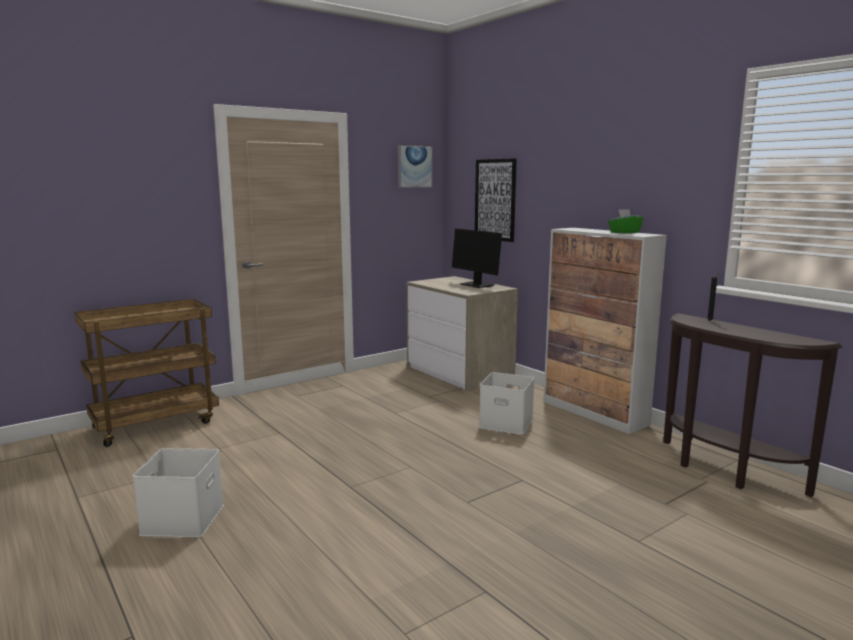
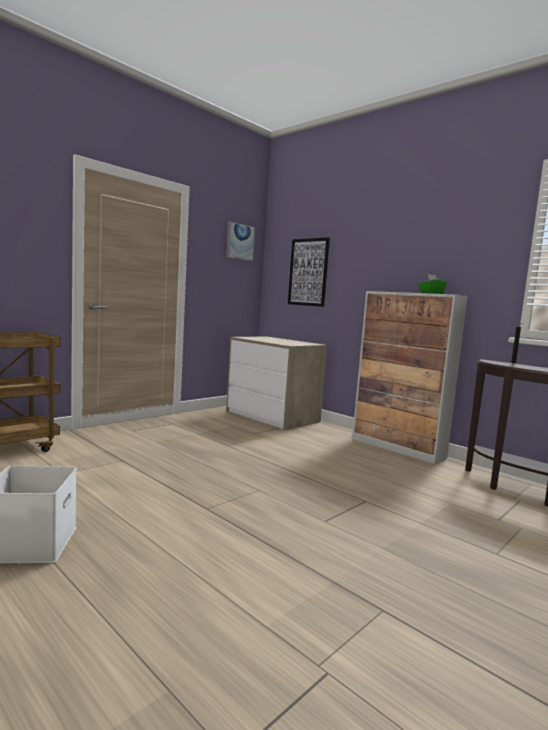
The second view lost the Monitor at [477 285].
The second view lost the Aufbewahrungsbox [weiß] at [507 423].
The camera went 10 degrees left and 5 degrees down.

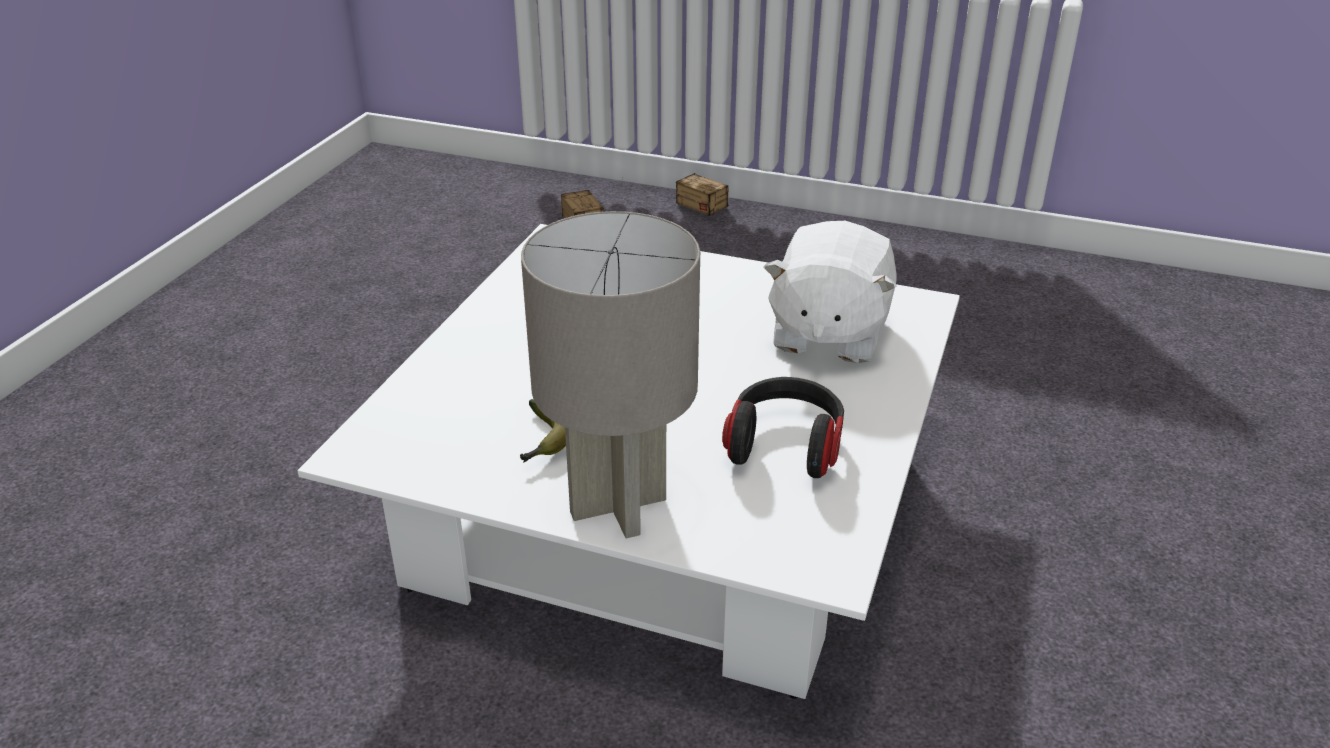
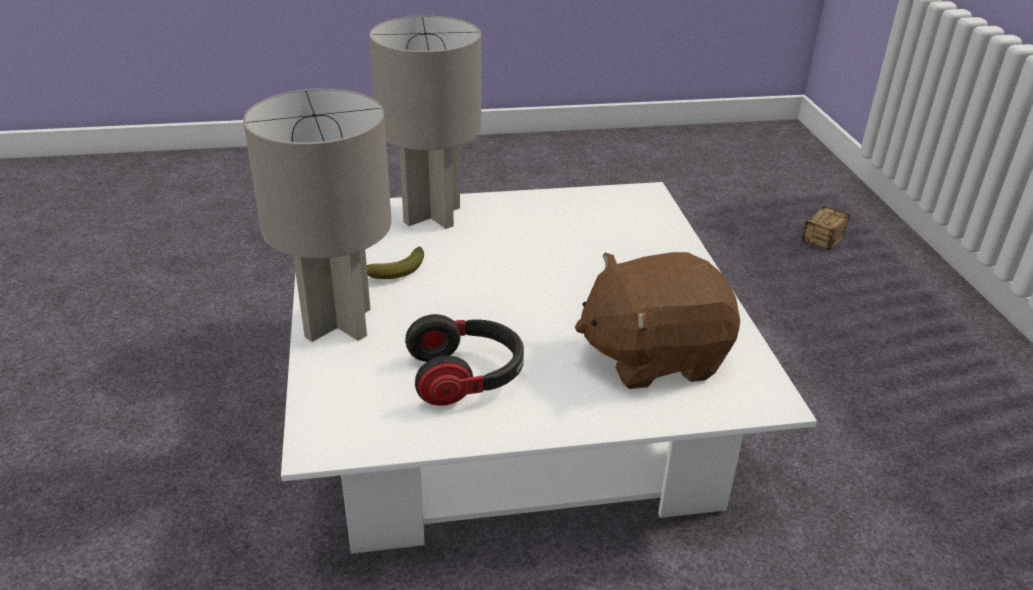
The second view lost the Aufbewahrungsbox at [724 215].
The second view gained the Tischlampe [grau] at [431 215].
What was the Plüschtier [weiß] at [827 333] turned into the Plüschtier [braun] at [653 356].
The camera went 60 degrees right and 0 degrees up.

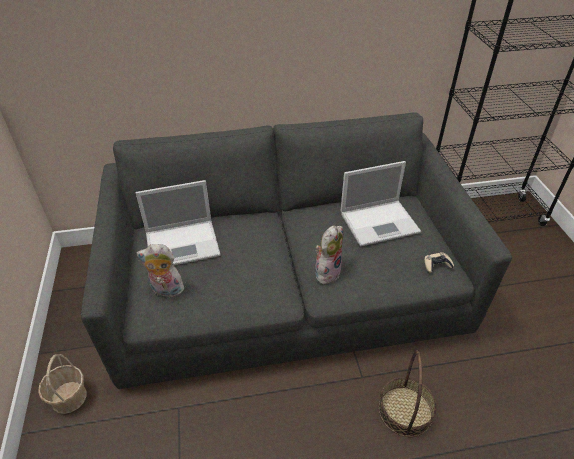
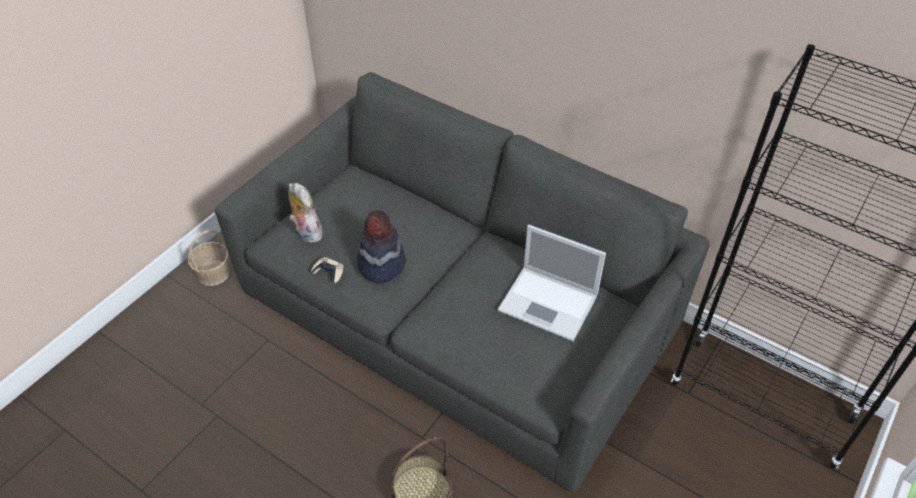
The second view lost the Laptop at [184 243].
The second view lost the Plüschtier at [327 272].
The second view gained the Hut at [381 264].
The Gamepad [beige] ended up elsewhere, having gone from [437 265] to [329 272].
The camera went 45 degrees right and 5 degrees up.

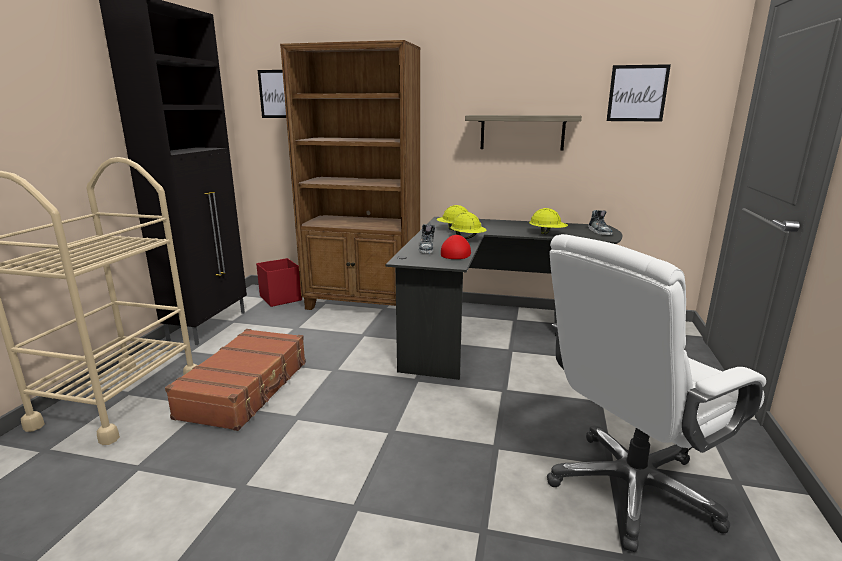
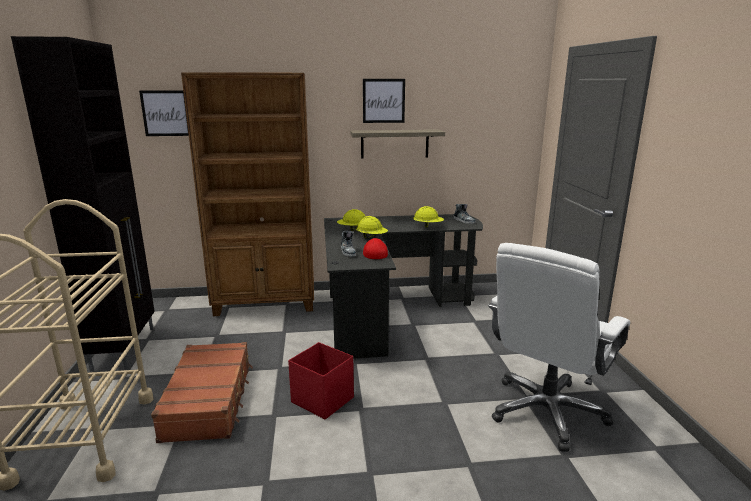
The Aufbewahrungsbox [rot] ended up elsewhere, having gone from [281 298] to [322 399].
The Bild ended up elsewhere, having gone from [637 93] to [383 101].
The camera went 20 degrees left and 0 degrees up.

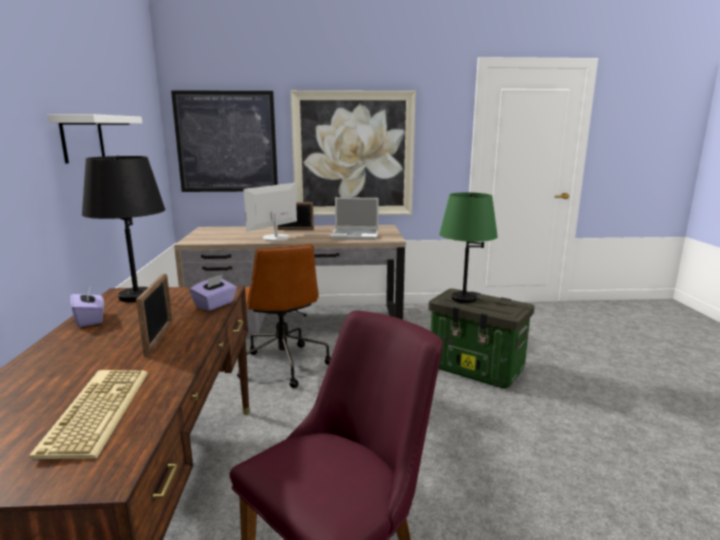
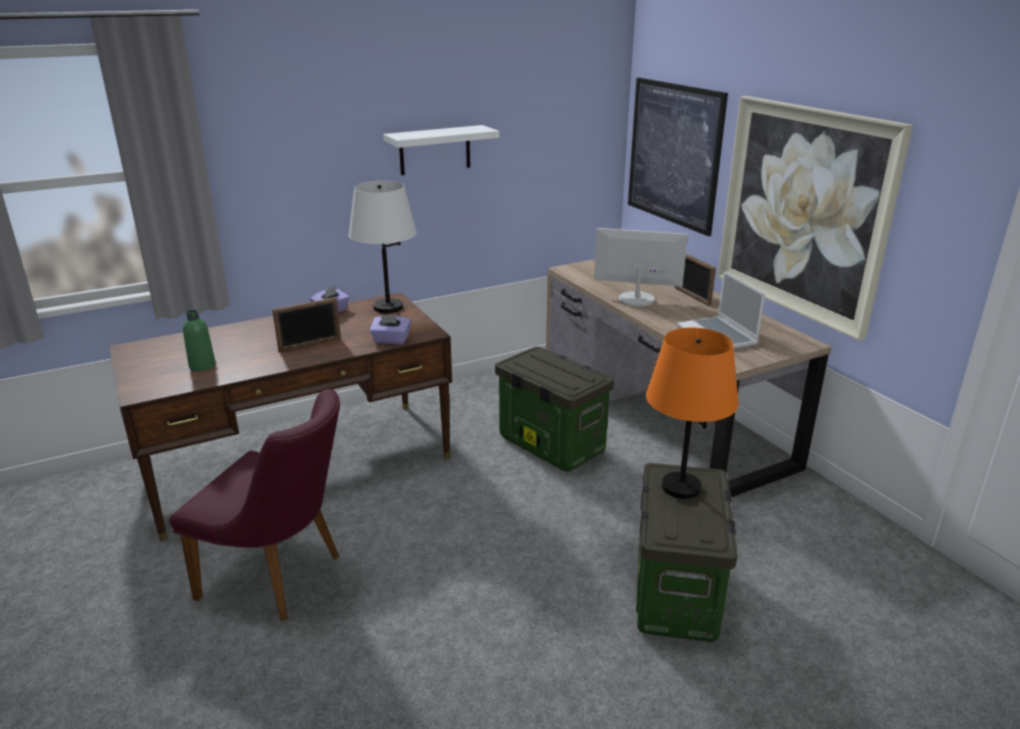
Where the Tastatur stood at [95 411], the Flasche [grün] came to stand at [202 366].
Where the Bürostuhl [braun] stood at [283 364], the Aufbewahrungsbox came to stand at [549 444].
What was the Tischlampe [schwarz] at [137 296] turned into the Tischlampe [weiß] at [388 308].
What was the Tischlampe [grün] at [463 299] turned into the Tischlampe [orange] at [680 487].
The camera went 65 degrees right and 10 degrees up.

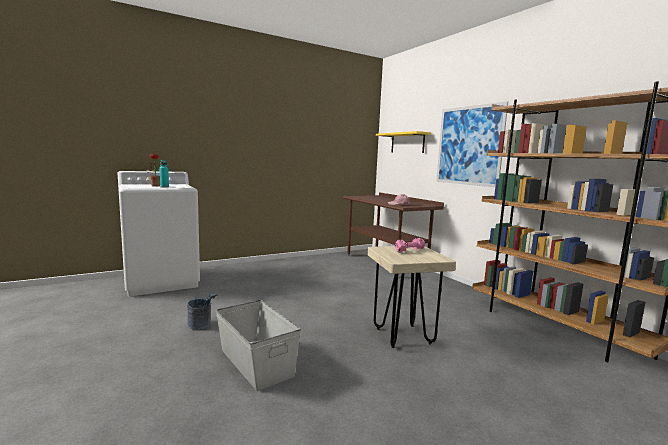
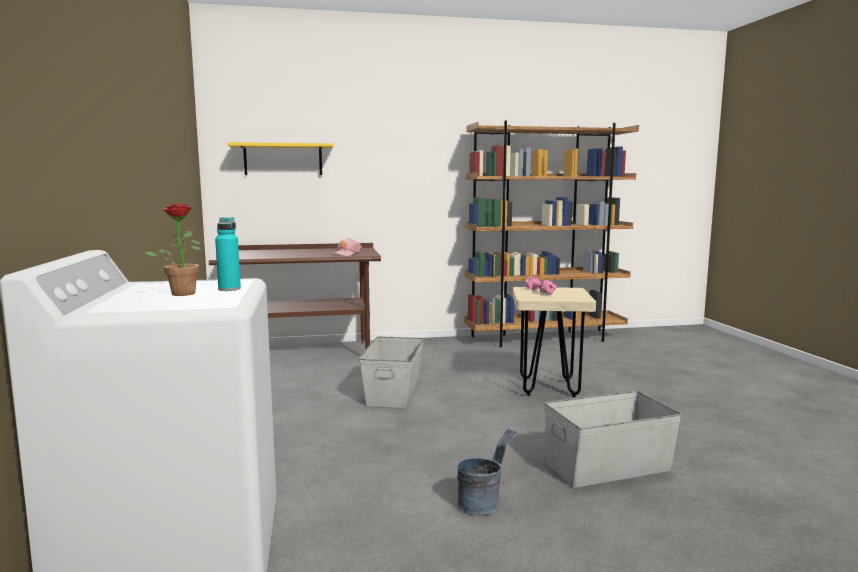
The second view lost the Bild at [469 145].
The second view gained the Aufbewahrungsbox [grau] at [394 391].
The camera went 70 degrees left and 0 degrees up.

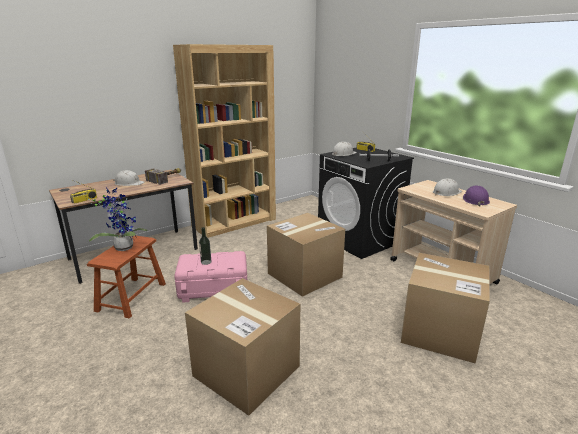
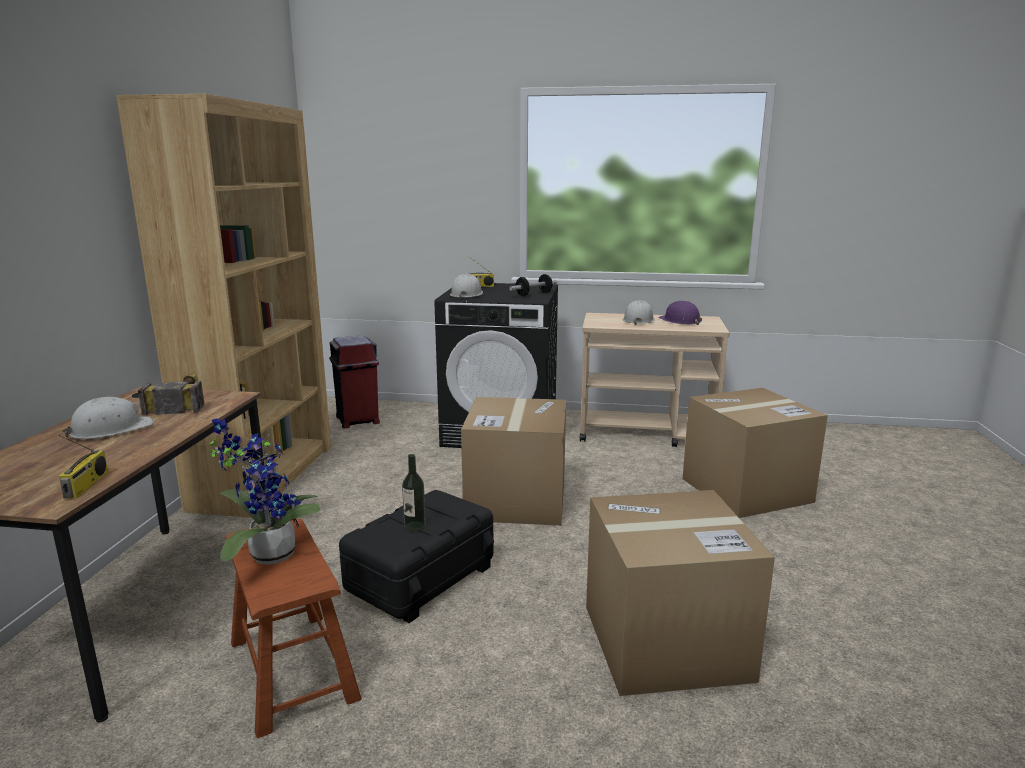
The second view gained the Mülleimer [rot] at [357 420].
What was the Aufbewahrungsbox [rosa] at [214 288] turned into the Aufbewahrungsbox [schwarz] at [420 577].
The camera went 45 degrees left and 5 degrees down.

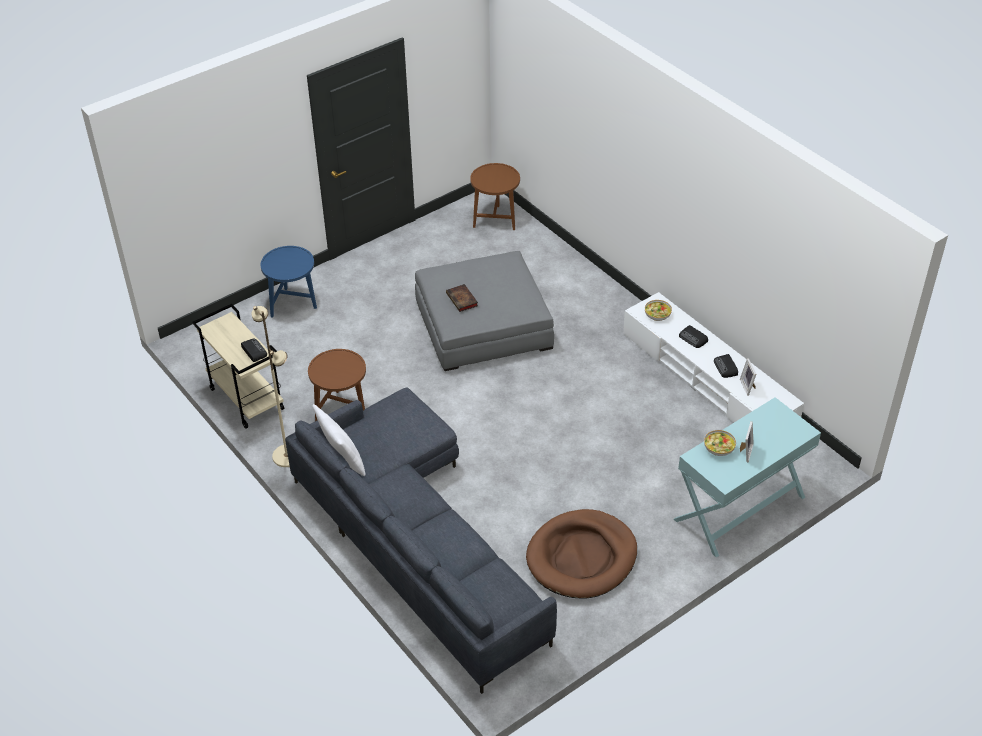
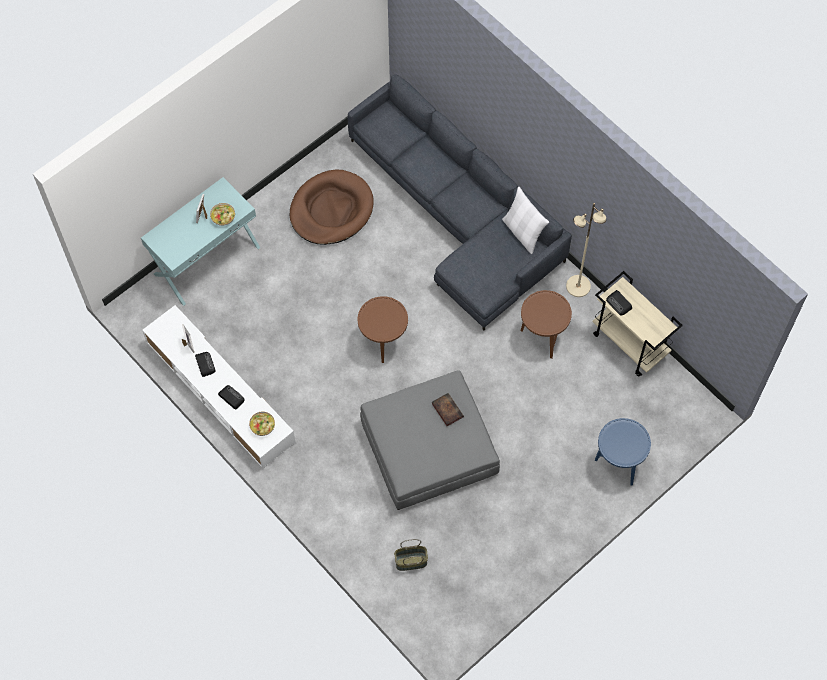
The second view gained the Korb at [411 562].
The Beistelltisch [braun] ended up elsewhere, having gone from [495 219] to [383 342].
The camera went 175 degrees right and 20 degrees up.

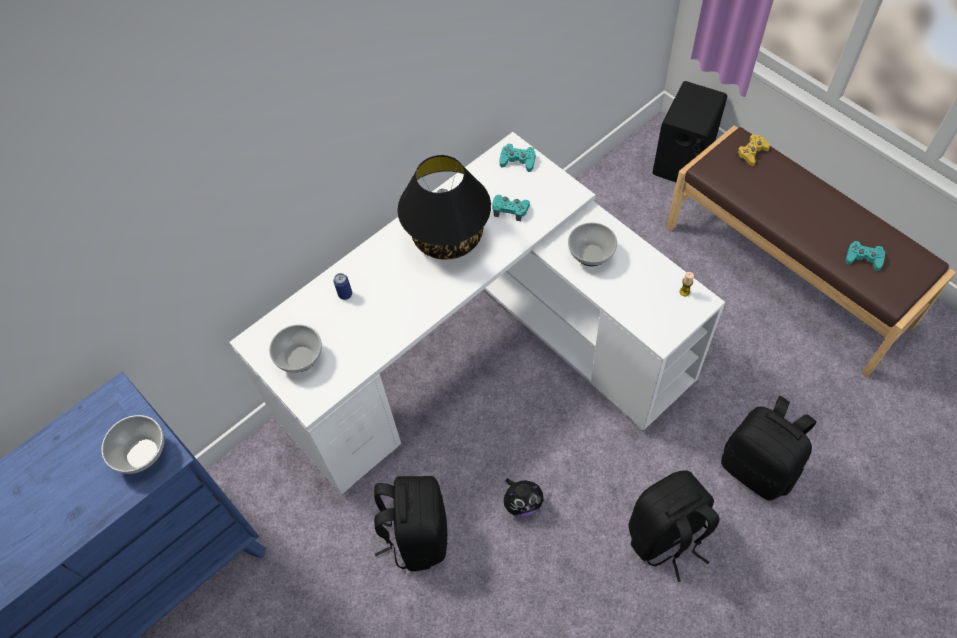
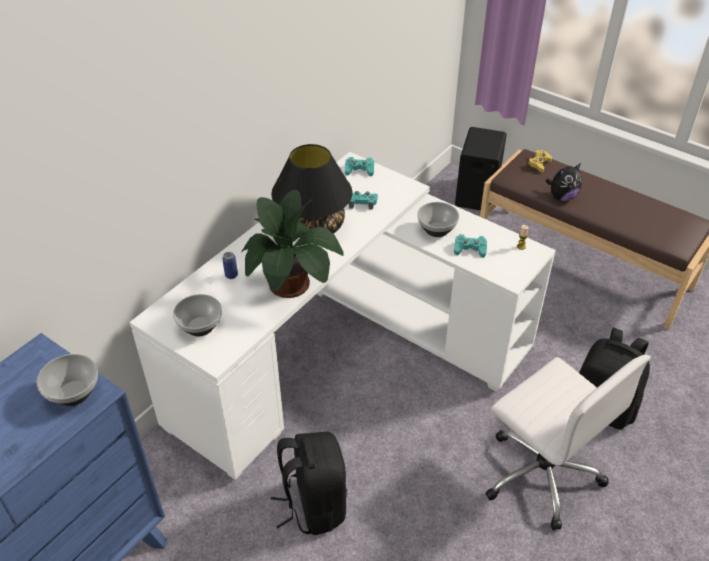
The second view gained the Topfpflanze at [291 285].
The Plüschtier ended up elsewhere, having gone from [522 503] to [561 197].
The Gamepad [türkis] ended up elsewhere, having gone from [863 258] to [470 249].
Where the Rucksack [schwarz] stood at [666 536], the Bürostuhl [weiß] came to stand at [541 472].
The camera went 15 degrees left and 15 degrees down.

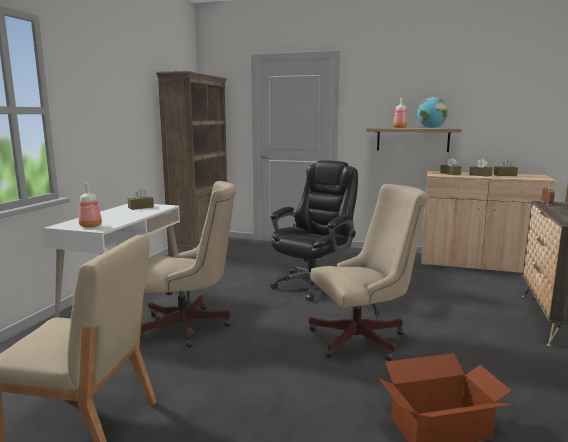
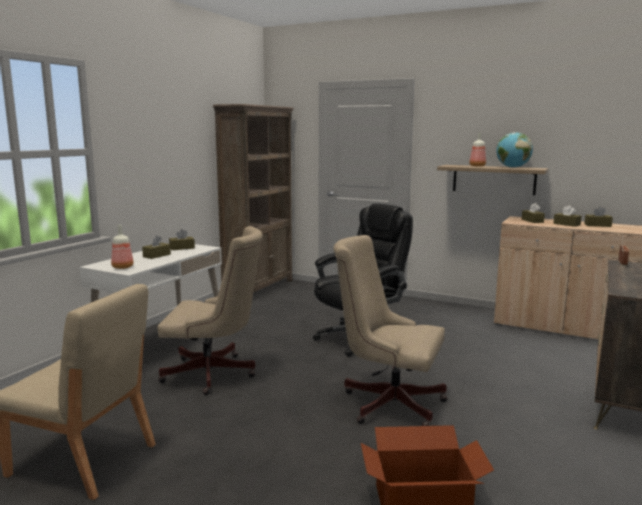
The second view gained the Taschentuchbox [braun] at [157 255].
The Bürostuhl [beige] at [364 339] ended up facing another way, 150 degrees counterclockwise from before.
The camera went 10 degrees right and 0 degrees up.

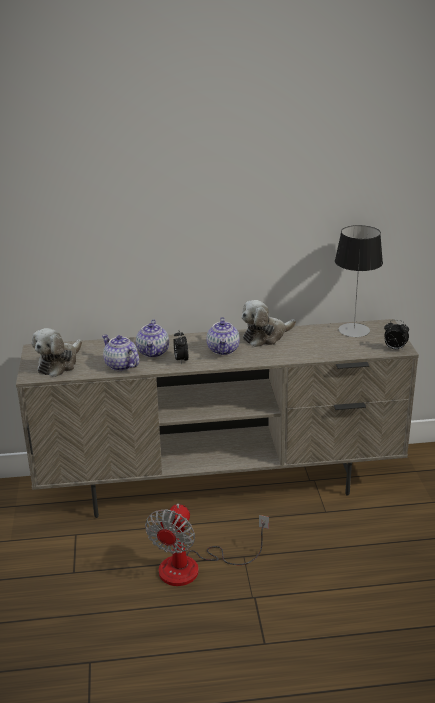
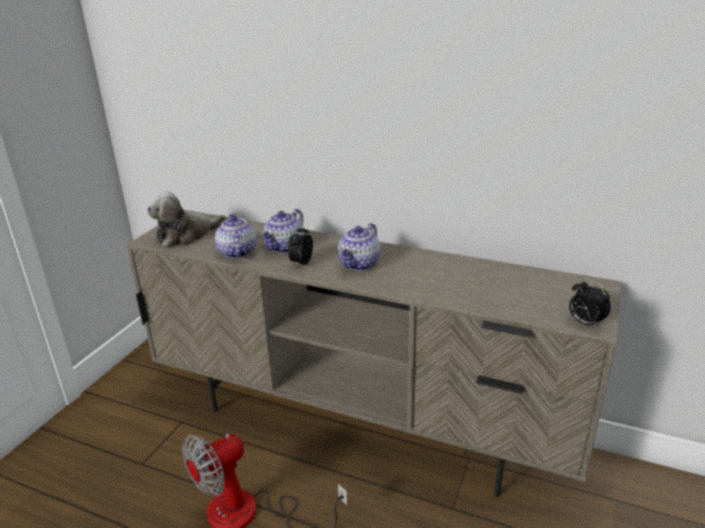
The second view lost the Plüschtier at [265 336].
The second view lost the Tischlampe at [354 330].
The camera went 30 degrees right and 0 degrees up.

